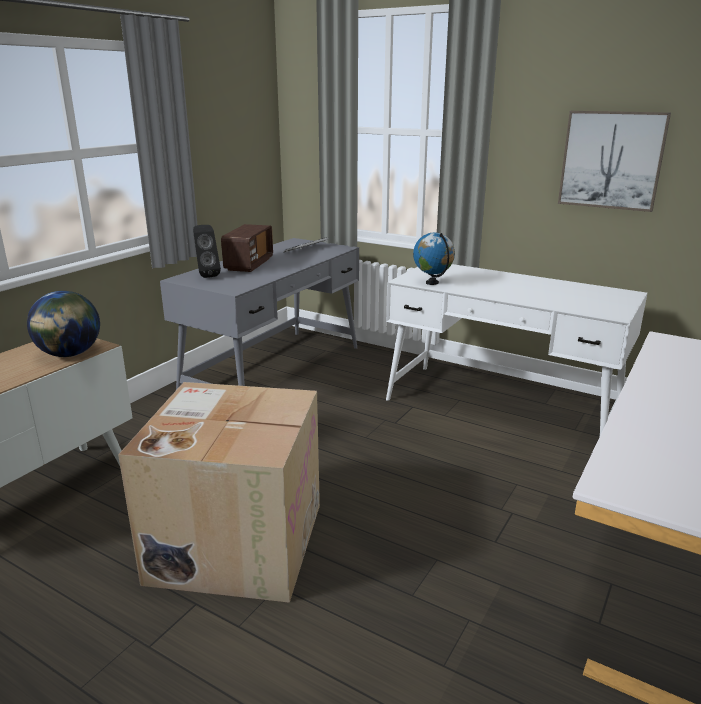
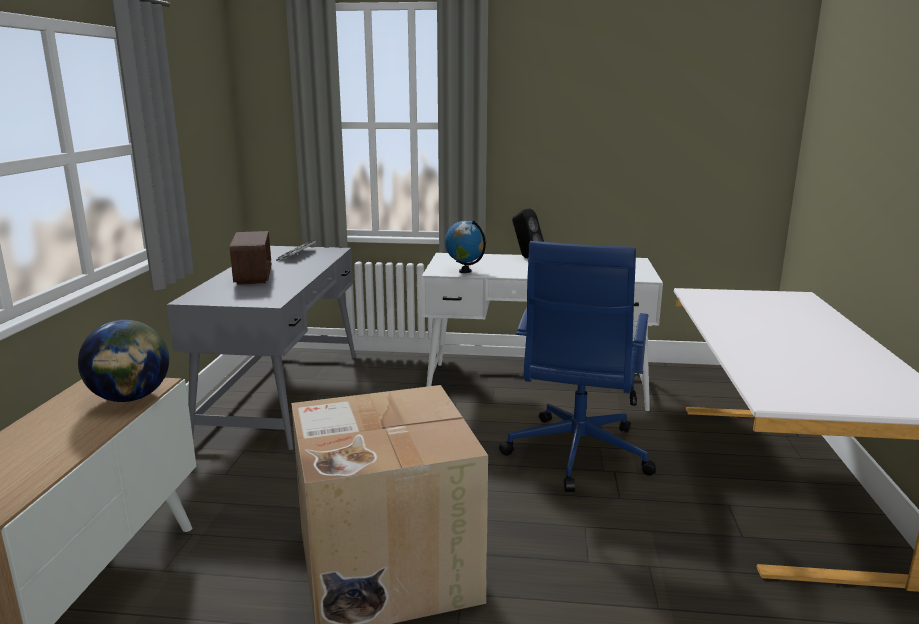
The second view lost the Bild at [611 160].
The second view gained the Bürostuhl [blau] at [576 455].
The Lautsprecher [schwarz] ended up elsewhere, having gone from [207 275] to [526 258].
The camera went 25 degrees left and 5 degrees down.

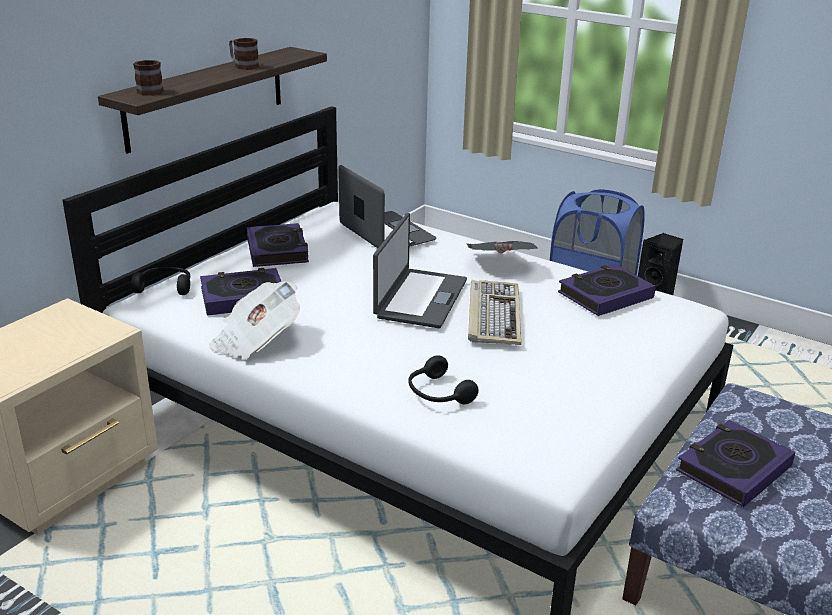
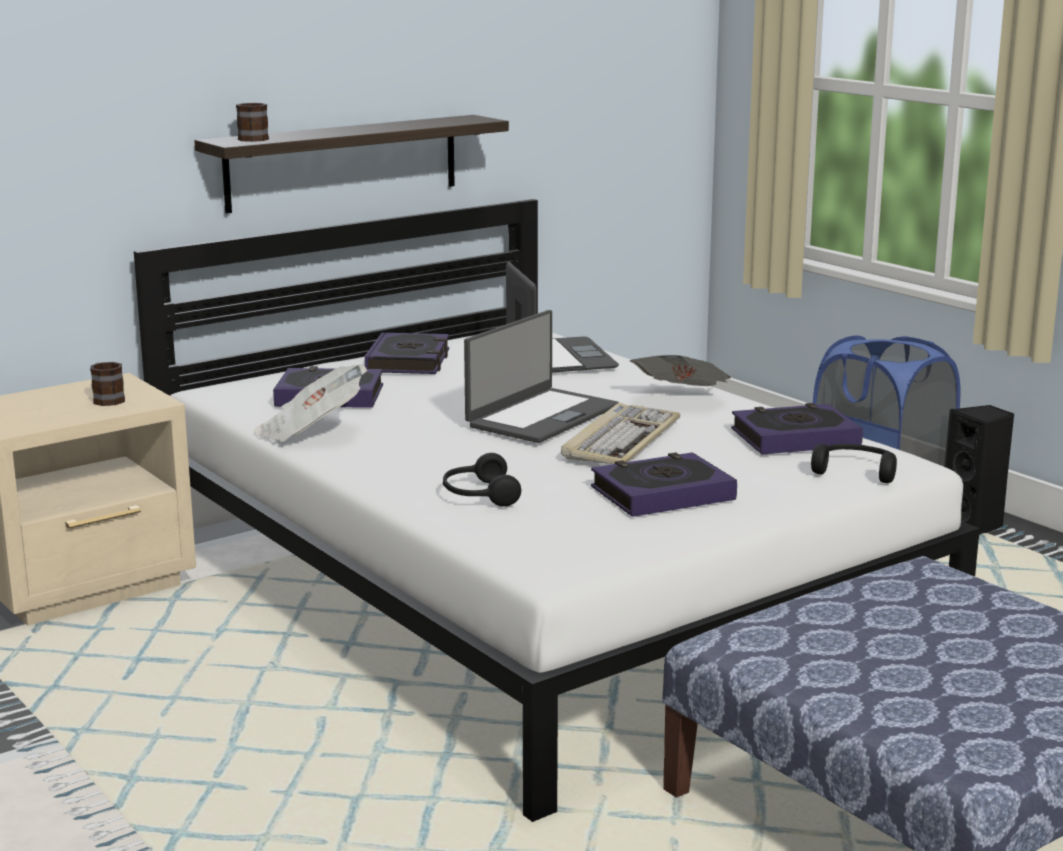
The Kopfhörer [schwarz] ended up elsewhere, having gone from [165 287] to [856 471].
The Henkelbecher ended up elsewhere, having gone from [243 66] to [106 399].
The Buch ended up elsewhere, having gone from [733 468] to [662 494].
The camera went 20 degrees right and 10 degrees down.

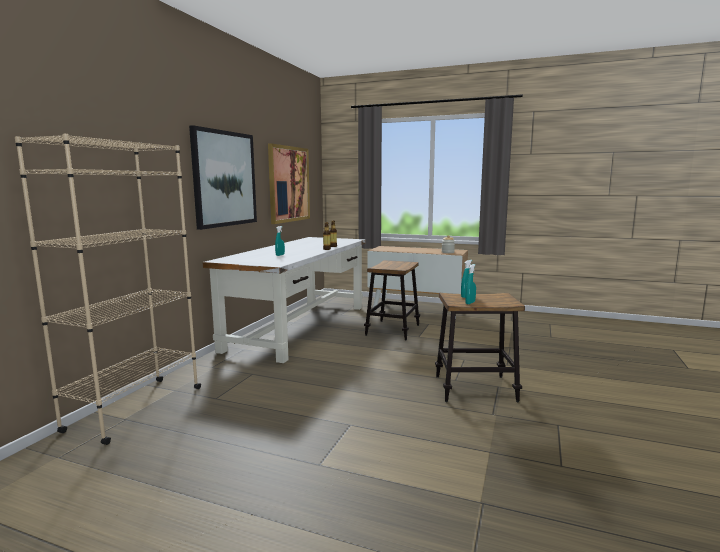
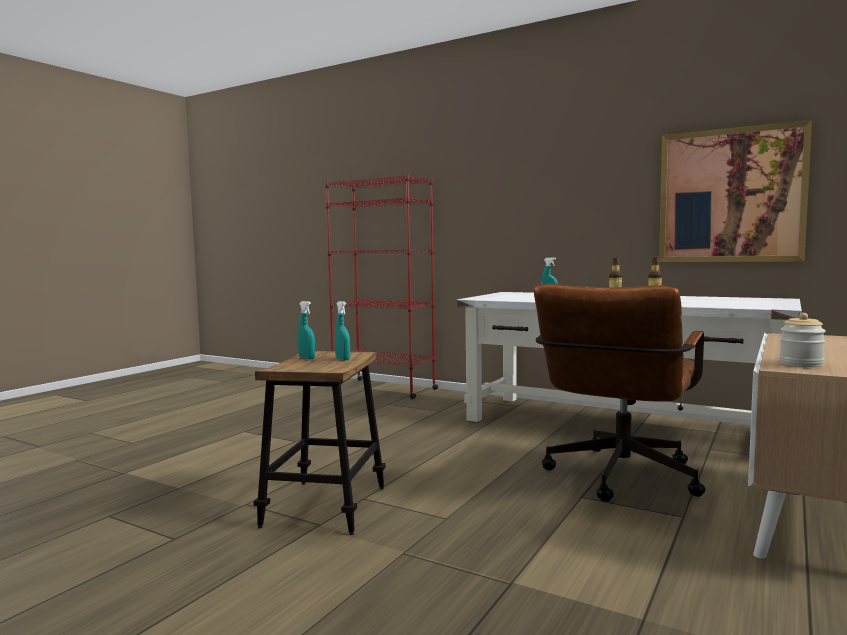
The second view lost the Bild at [224 179].
Where the Hocker stood at [393 330], the Bürostuhl [braun] came to stand at [618 480].
What was the Bücherregal [beige] at [135 409] turned into the Bücherregal [rot] at [384 388].
The camera went 100 degrees right and 5 degrees down.

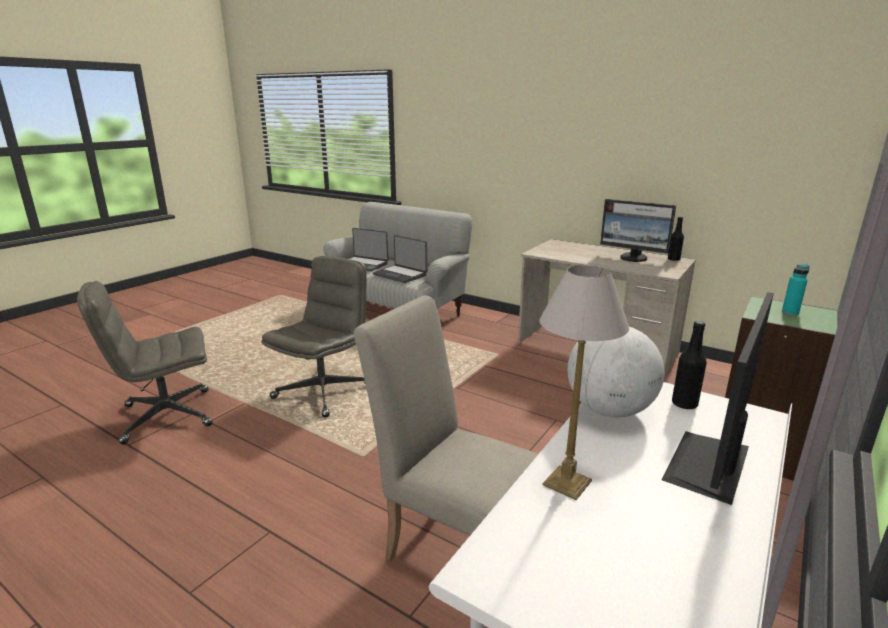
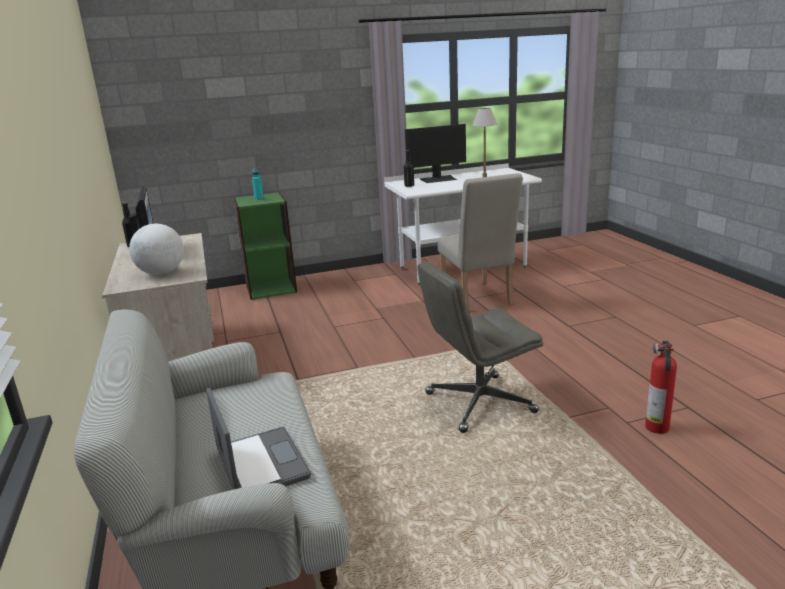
The second view lost the Laptop at [401 275].
The Globus ended up elsewhere, having gone from [609 410] to [162 273].
Where the Bürostuhl [grau] stood at [166 416], the Feuerlöscher came to stand at [657 428].
The camera went 140 degrees left and 0 degrees up.

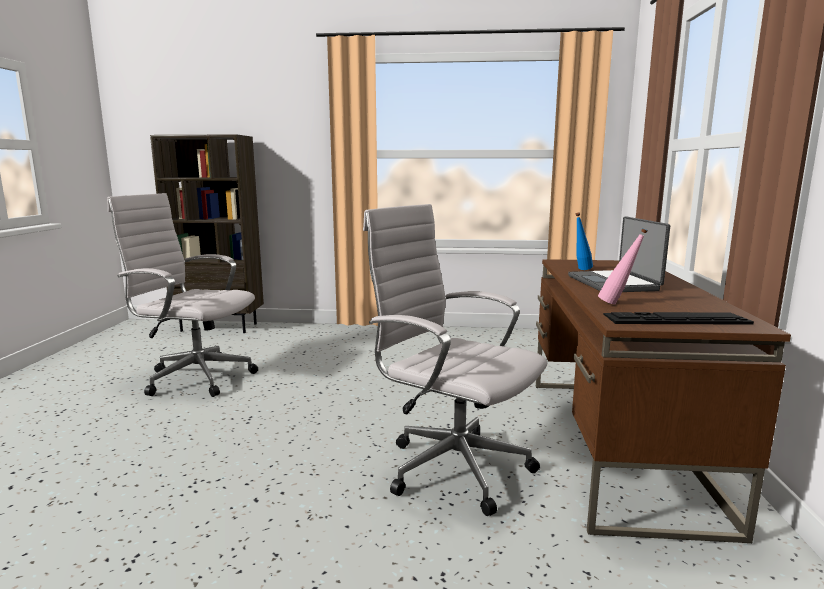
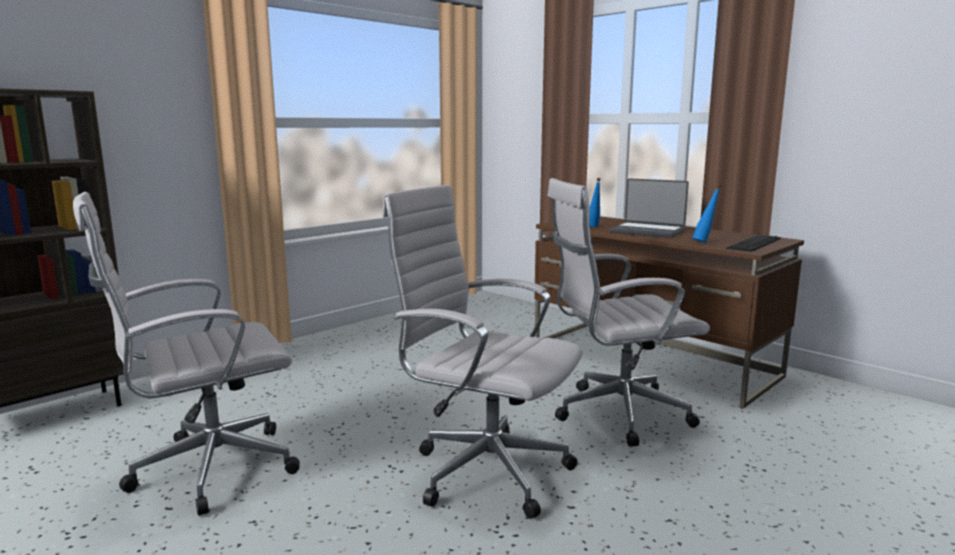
The second view gained the Bürostuhl [weiß] at [484 470].
What was the Flasche [rosa] at [618 304] turned into the Flasche [blau] at [705 242].
The camera went 50 degrees left and 0 degrees up.

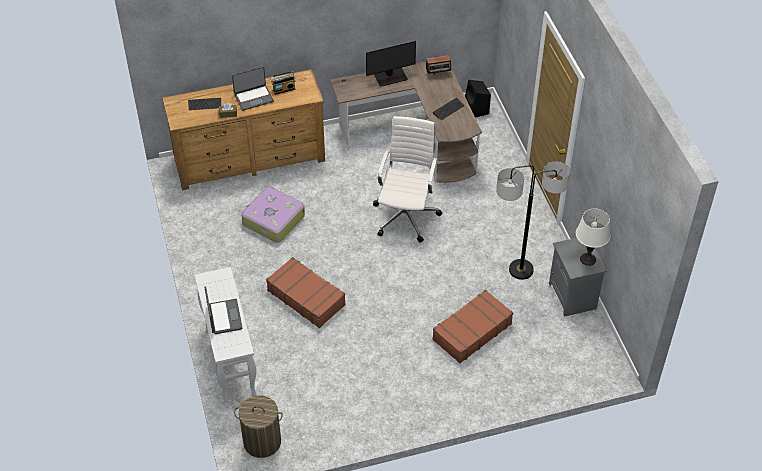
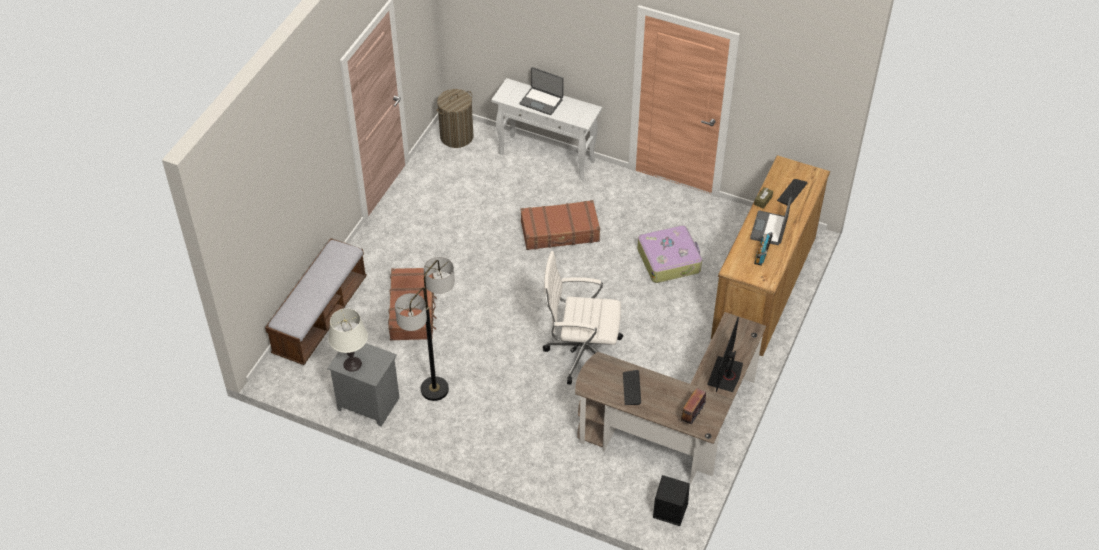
The second view gained the Bank at [320 316].
The Bürostuhl [weiß] at [406 215] ended up facing another way, 135 degrees clockwise from before.
The camera went 130 degrees right and 0 degrees up.

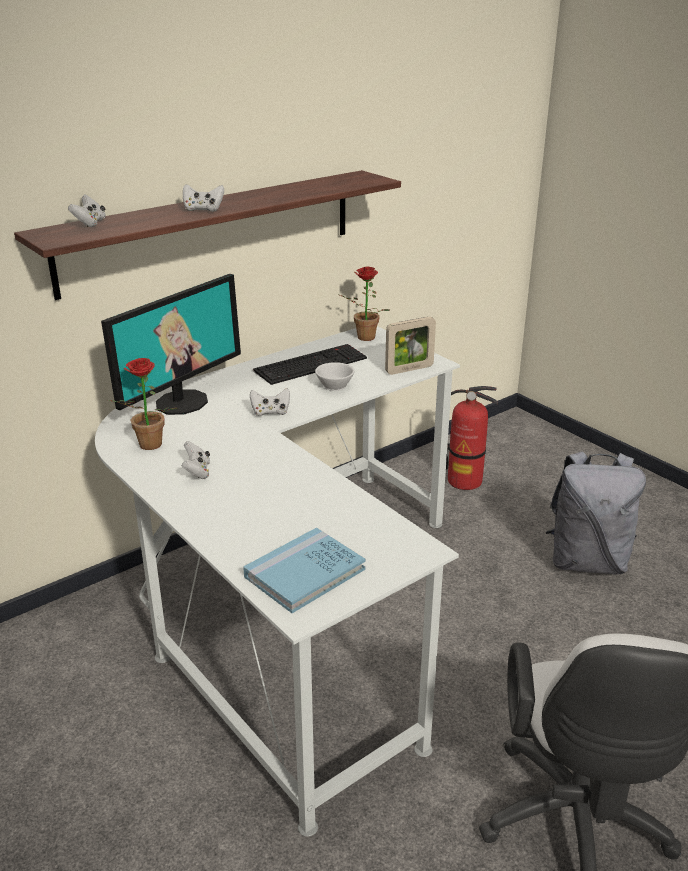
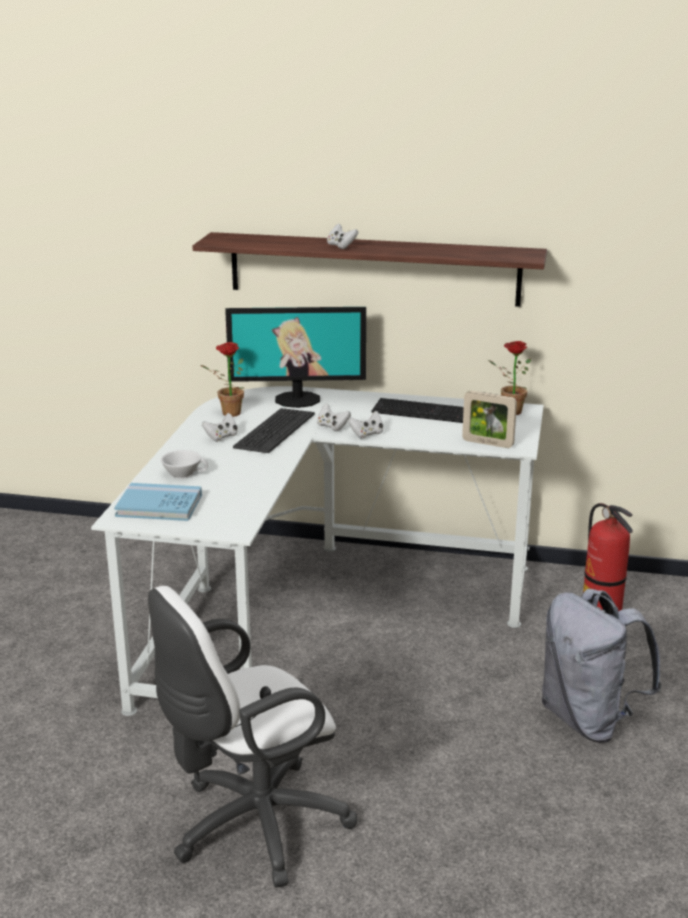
The second view gained the Tastatur at [274 431].
The Gamepad [weiß] ended up elsewhere, having gone from [90 223] to [367 434].
The Tasse [weiß] ended up elsewhere, having gone from [334 385] to [183 473].
The camera went 50 degrees right and 5 degrees down.

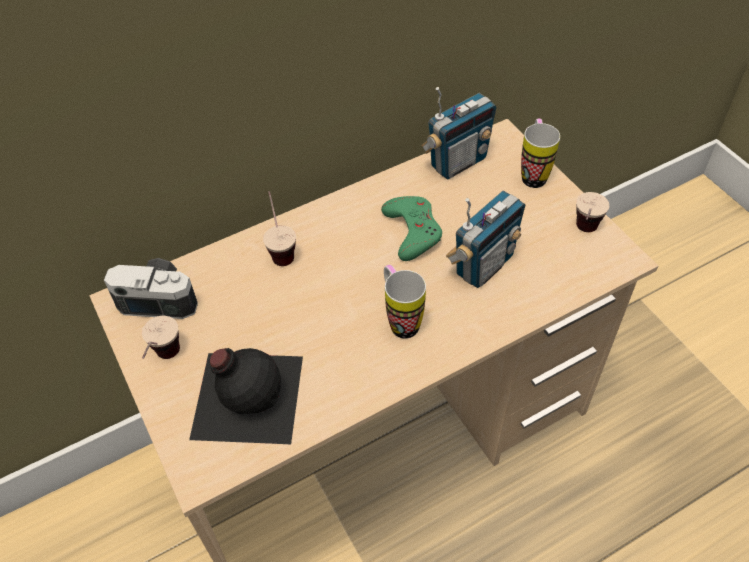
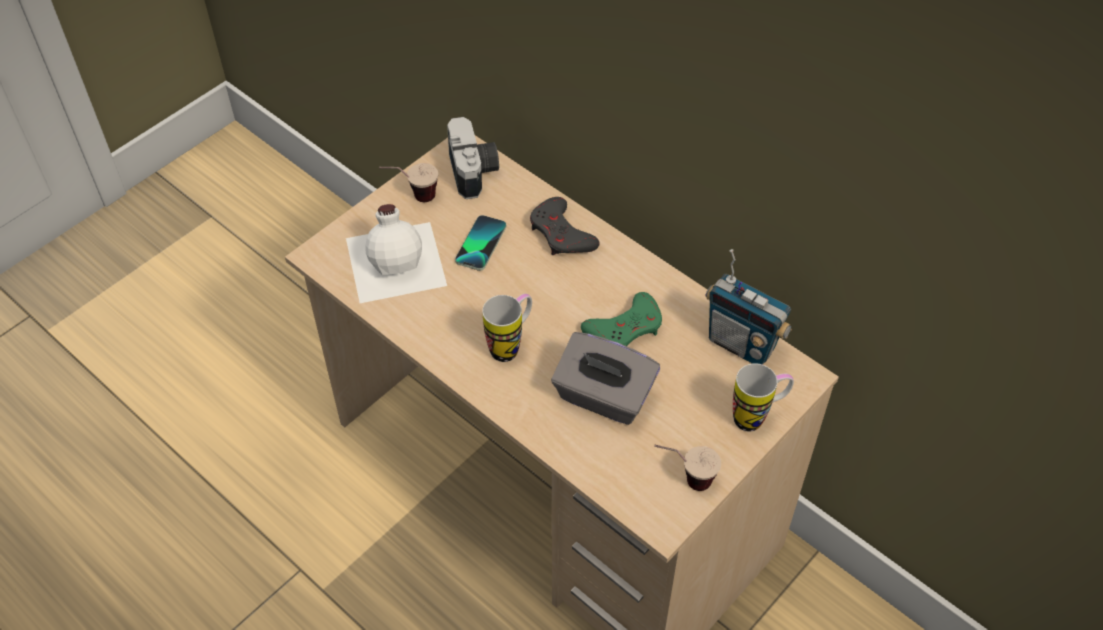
The second view gained the Handy at [480 244].
Where the Tasse stood at [281 248], the Gamepad [grau] came to stand at [561 234].
Where the Radio stood at [483 265], the Taschentuchbox [grau] came to stand at [603 397].
What was the Flasche [schwarz] at [246 395] turned into the Flasche [weiß] at [397 260].
The camera went 70 degrees right and 0 degrees up.

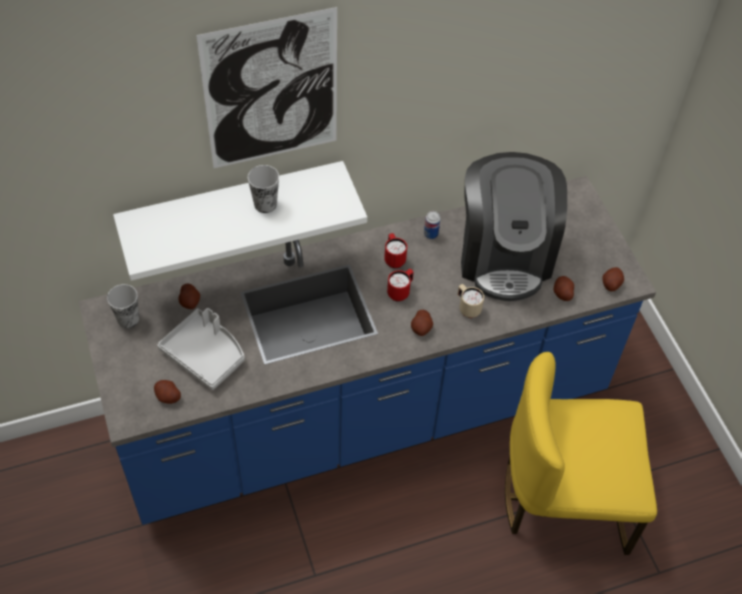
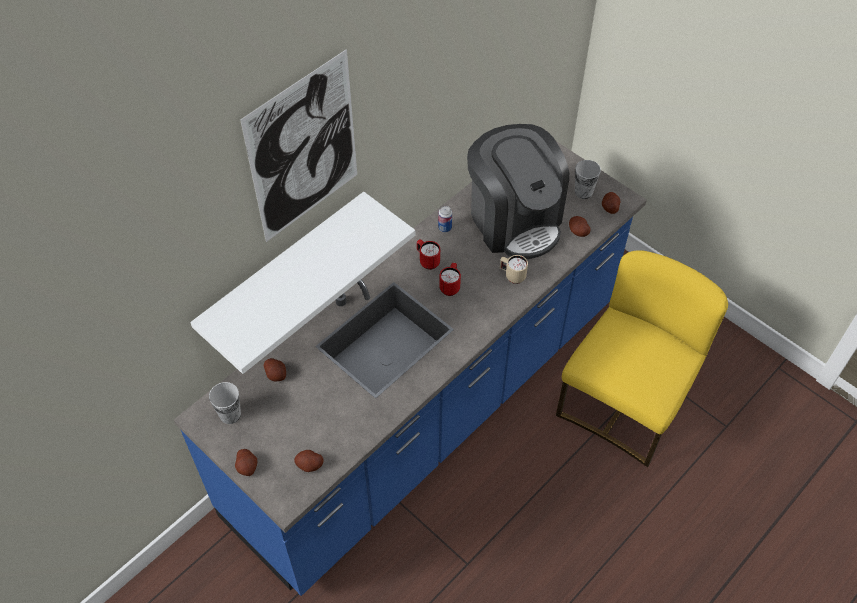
The second view lost the Tablett [grau] at [205 354].
The Tasse ended up elsewhere, having gone from [265 204] to [583 192].
The Kartoffel ended up elsewhere, having gone from [421 328] to [247 466].
The Stuhl [gelb] at [565 498] ended up facing another way, 150 degrees clockwise from before.
The camera went 25 degrees left and 0 degrees up.

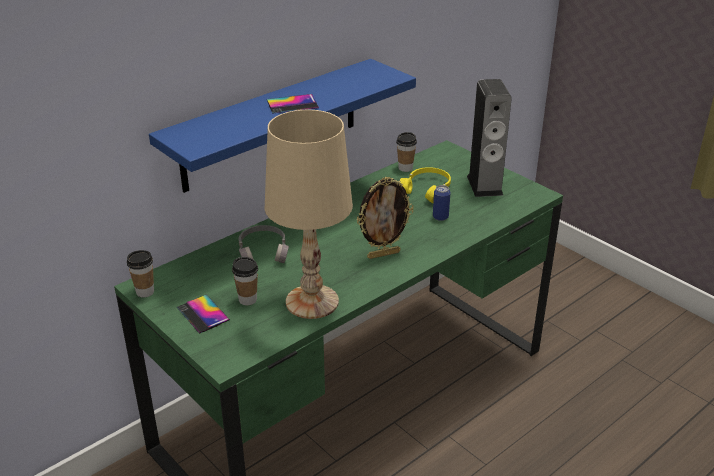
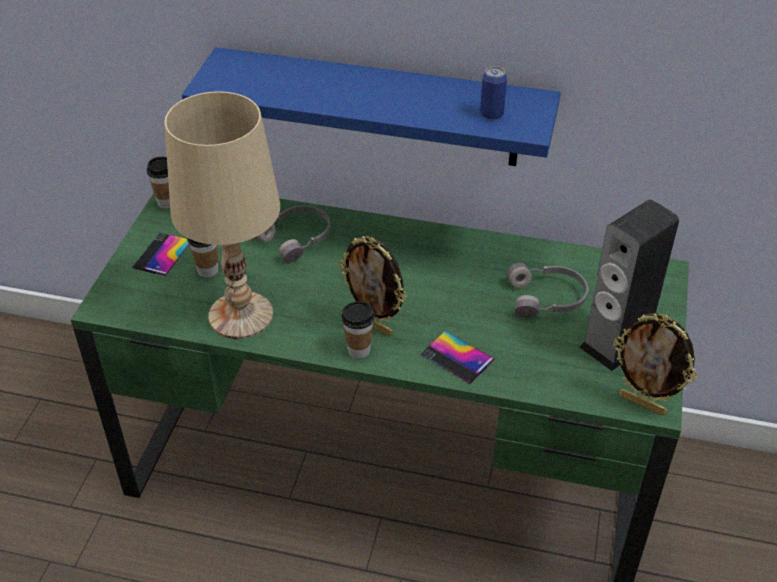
The second view gained the Bilderrahmen at [643 404].
The Handy ended up elsewhere, having gone from [292 104] to [457 357].
The Tasse ended up elsewhere, having gone from [405 168] to [358 350].
The Dose ended up elsewhere, having gone from [440 217] to [491 114].
What was the Kopfhörer [gelb] at [427 189] turned into the Kopfhörer [grau] at [547 298].
The camera went 55 degrees right and 10 degrees up.

